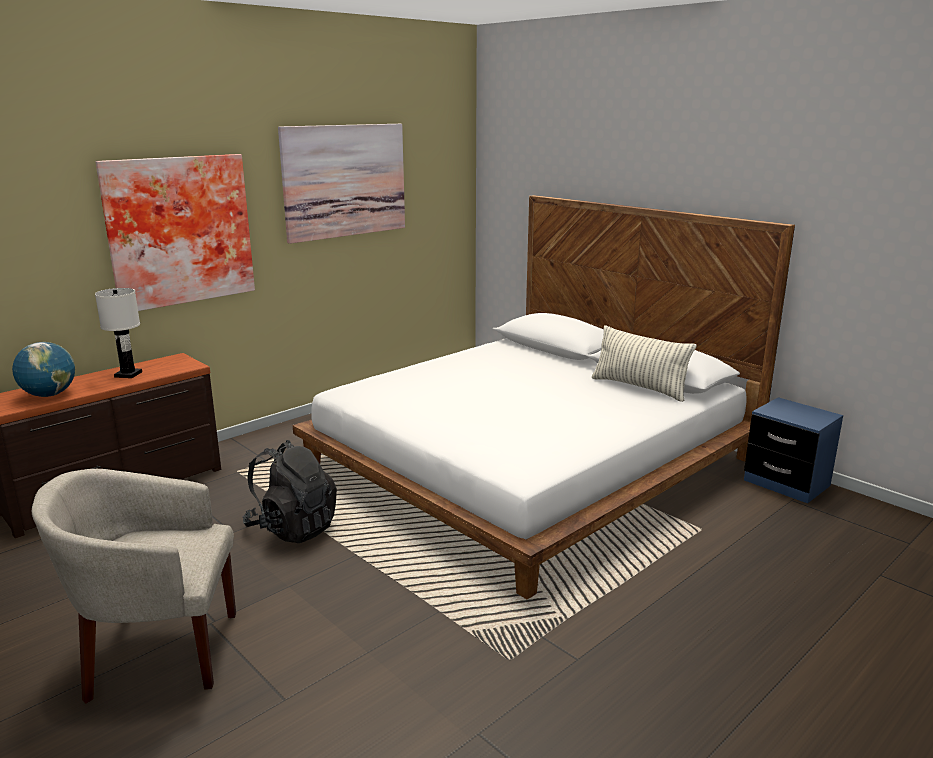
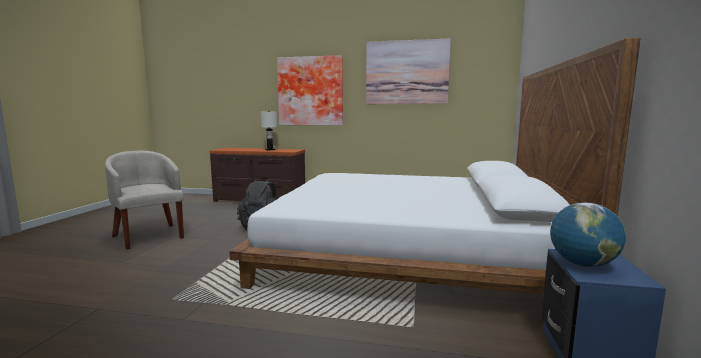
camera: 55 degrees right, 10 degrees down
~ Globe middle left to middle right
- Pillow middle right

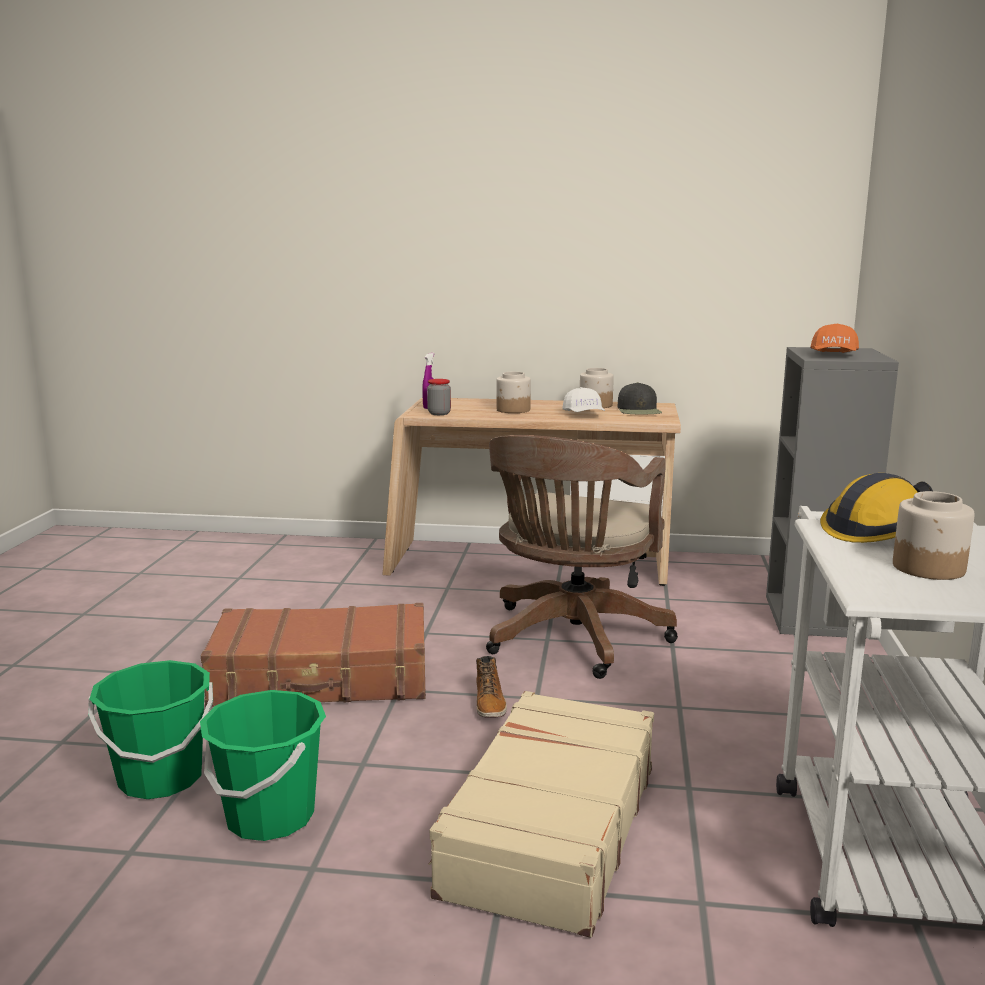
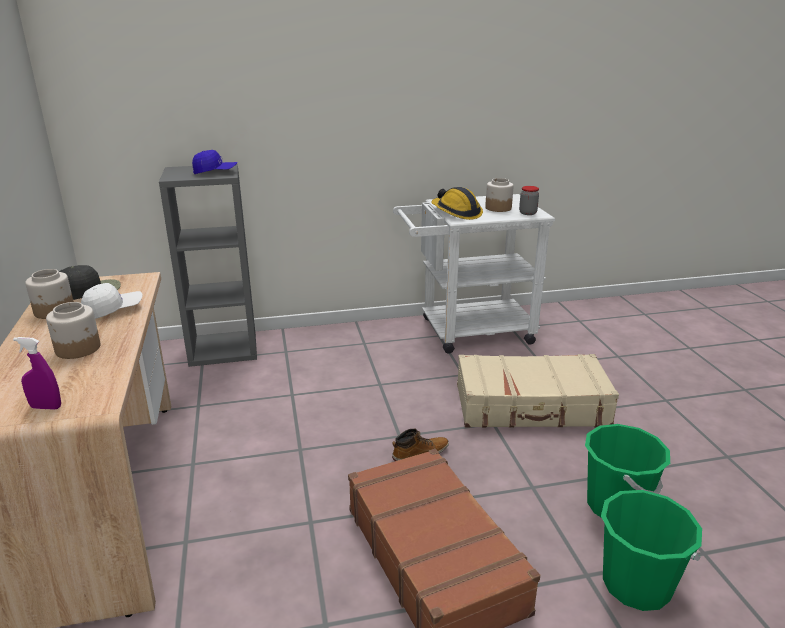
camera: 110 degrees left, 10 degrees up
~ OrangeCap middle right to BlueCap top left
~ Jar (no. 1 from left in the first image) centre to Jar (no. 4 from left) top right
- BrownOfficeChair centre

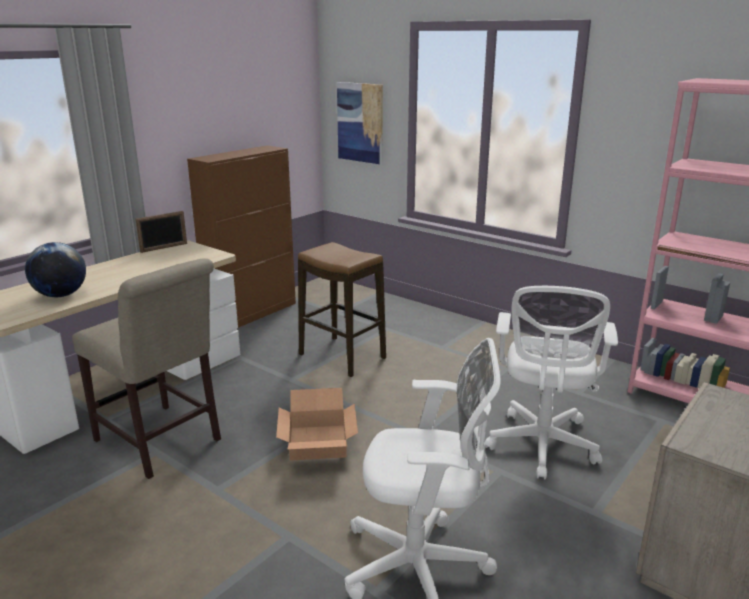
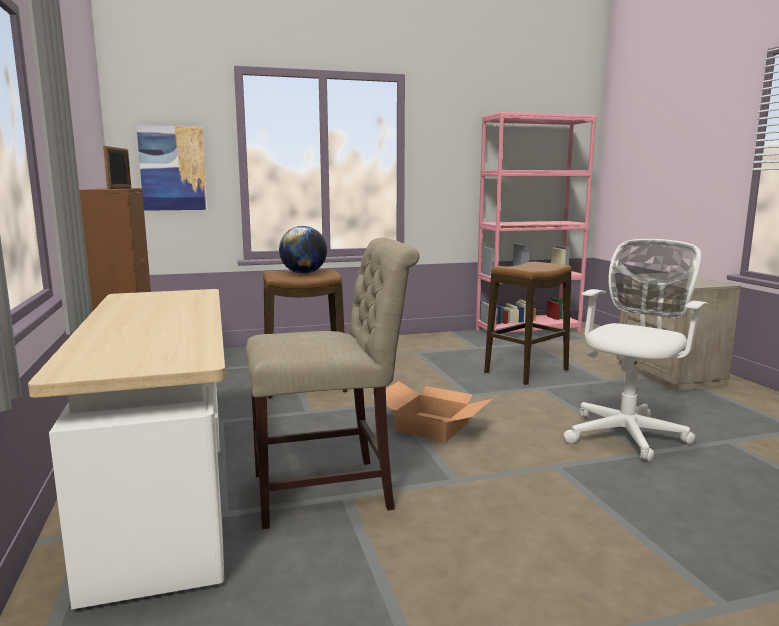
camera: 55 degrees left, 10 degrees down
~ PictureFrame middle left to top left
~ Globe middle left to centre
~ WhiteOfficeChair (no. 2 from left) middle right to Stool (no. 2 from left) middle right

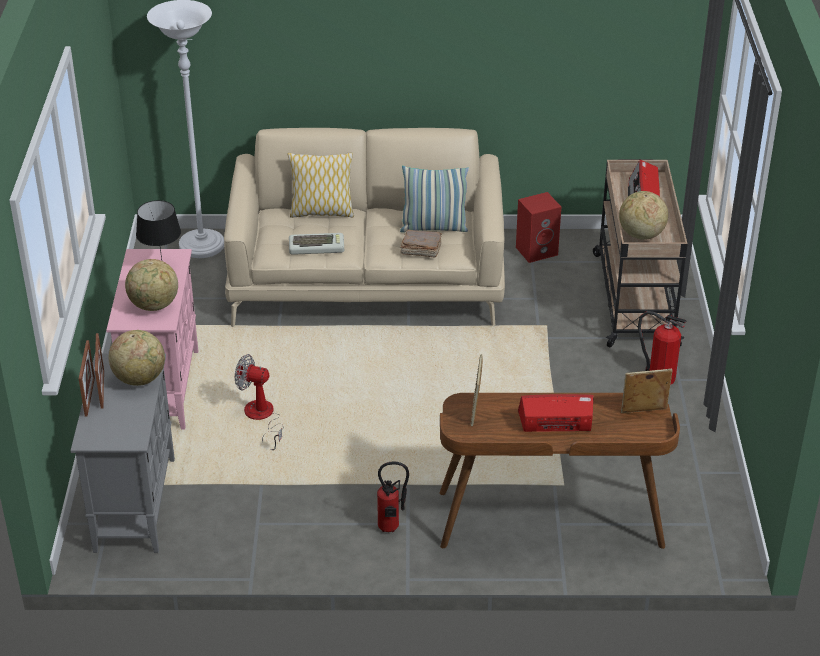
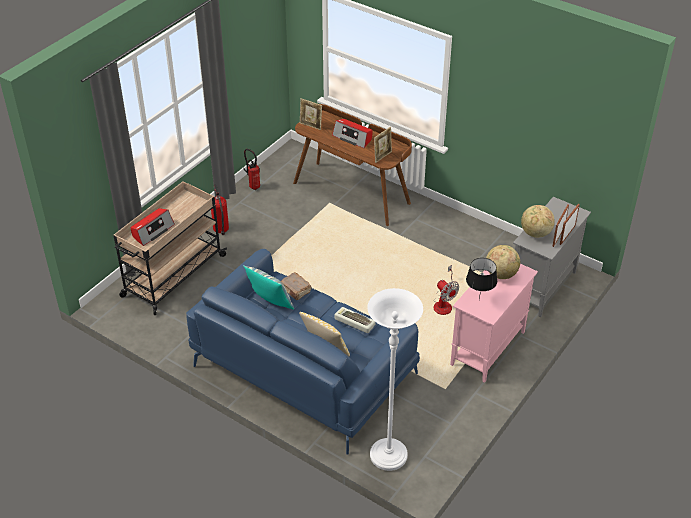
camera: 145 degrees left, 5 degrees up
~ BeigeSofa centre to BlueSofa bottom centre
~ FireExtinguisher (no. 1 from left in the first image) bottom centre to FireExtinguisher (no. 2 from left) top centre
- RedSpeaker centre
- Globe (no. 3 from left) top right

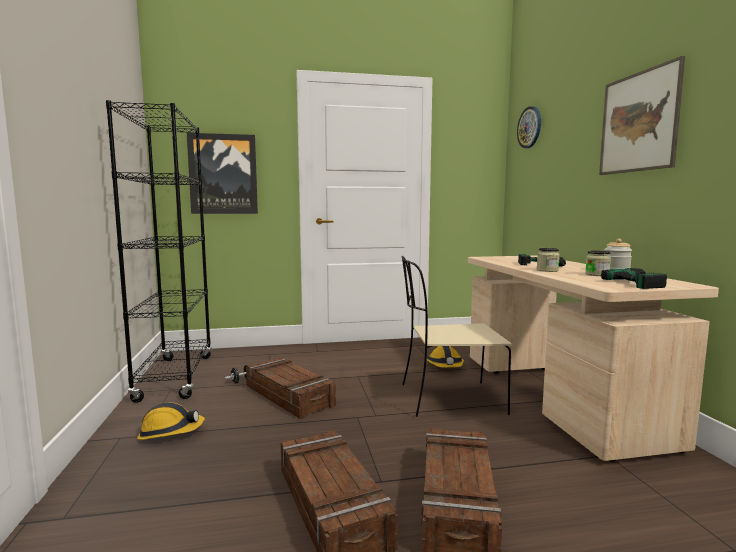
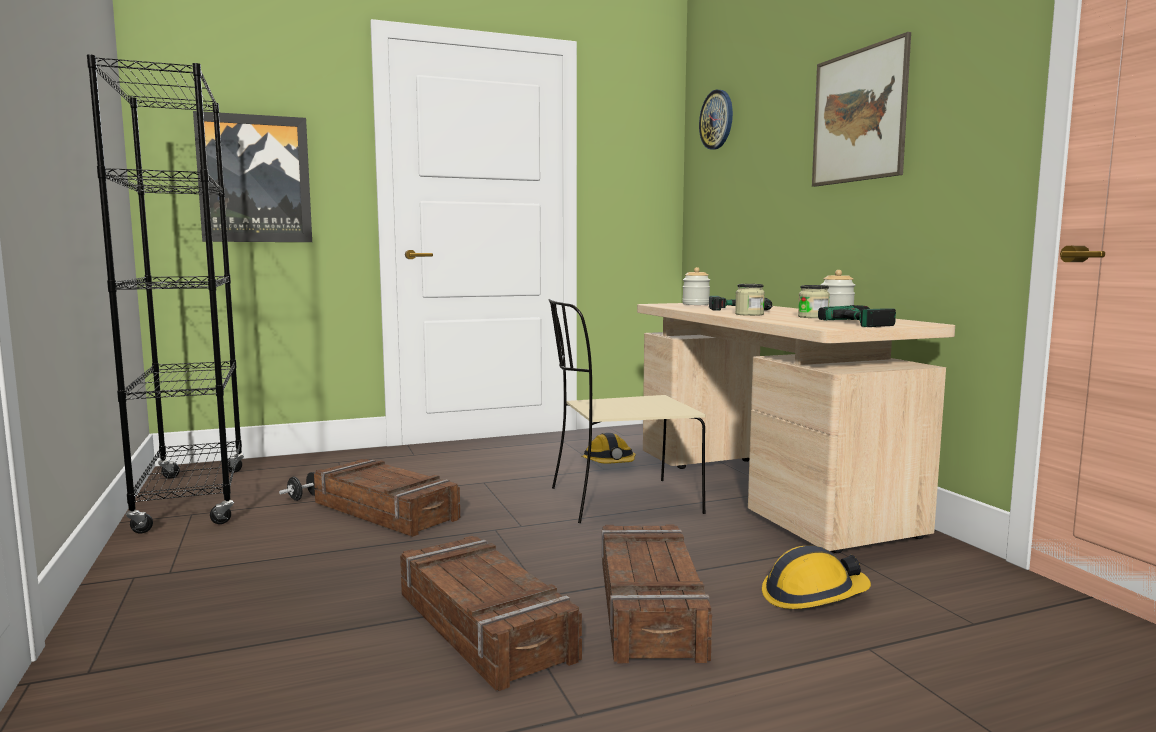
camera: 10 degrees left, 0 degrees up
+ Jar (no. 1 from left) centre
~ HardHat (no. 1 from left in the first image) bottom left to HardHat (no. 2 from left) bottom right

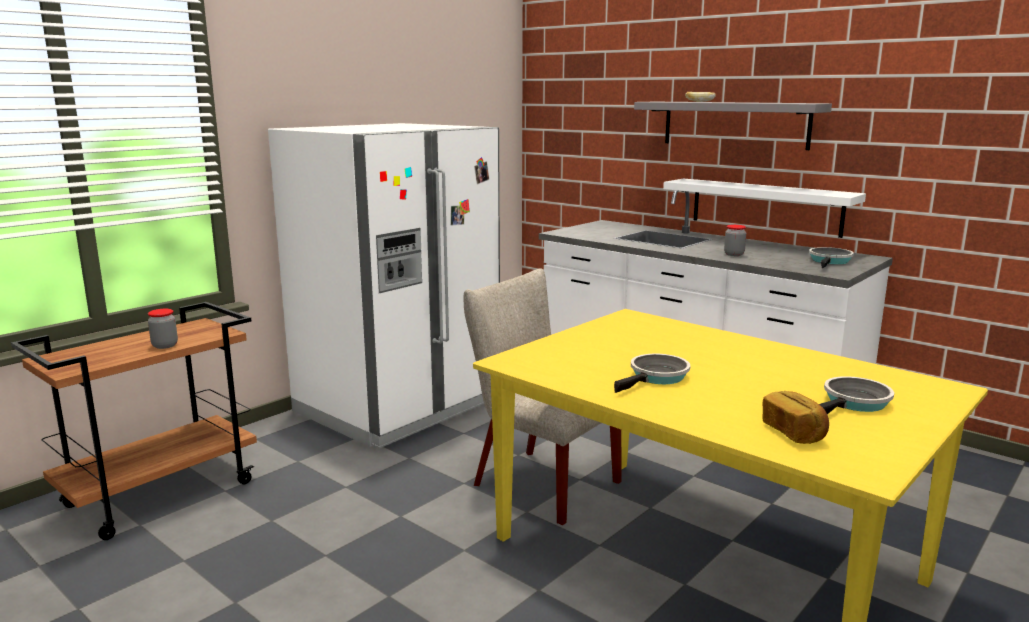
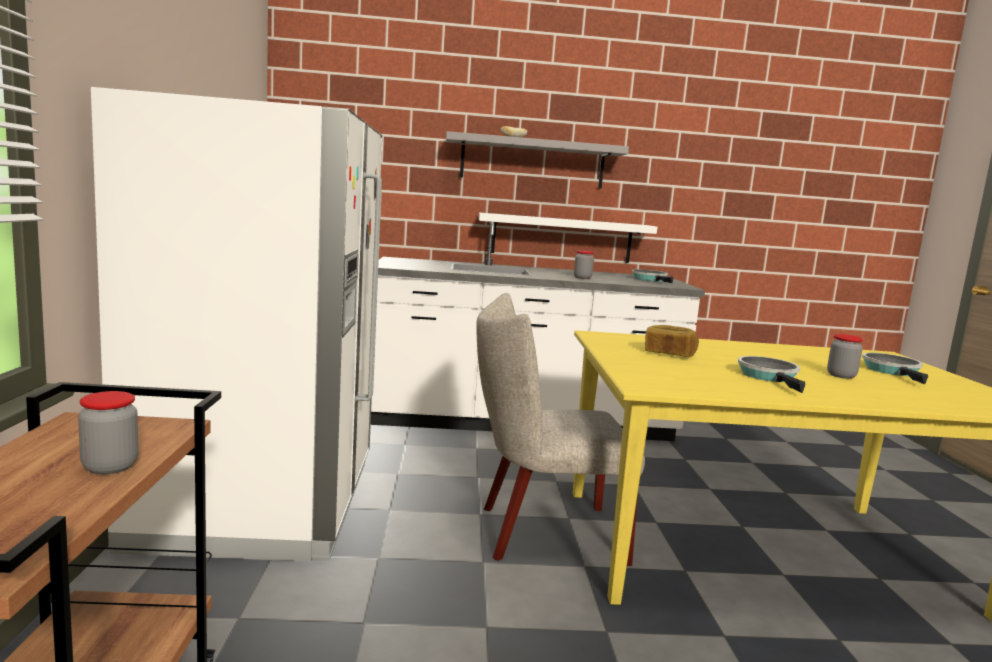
camera: 45 degrees left, 5 degrees down
~ Bread (no. 2 from left) bottom right to middle right
+ Jar (no. 3 from left) middle right

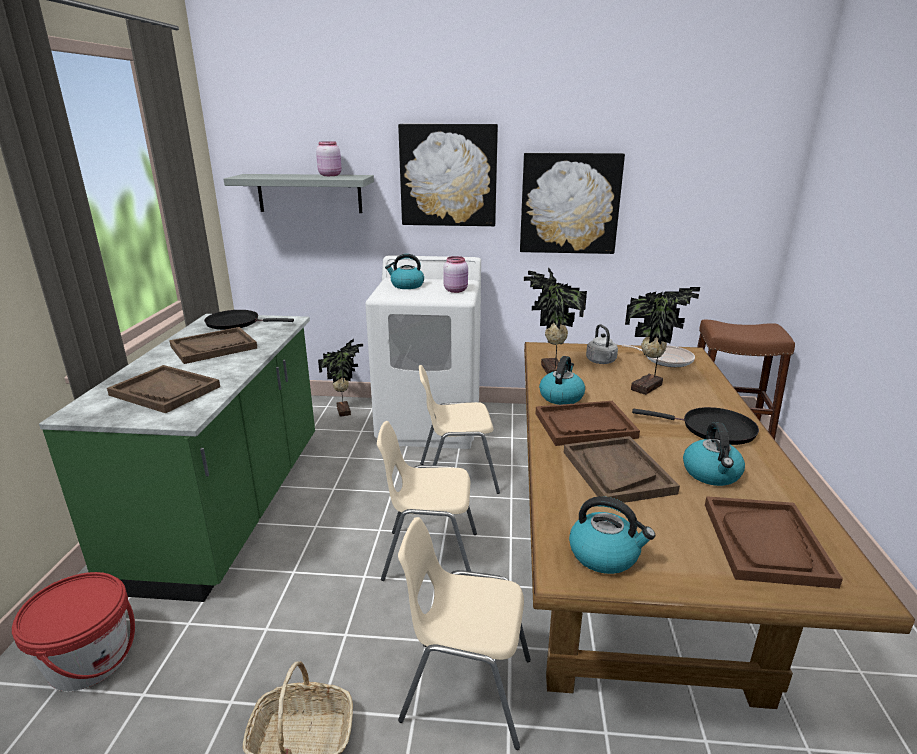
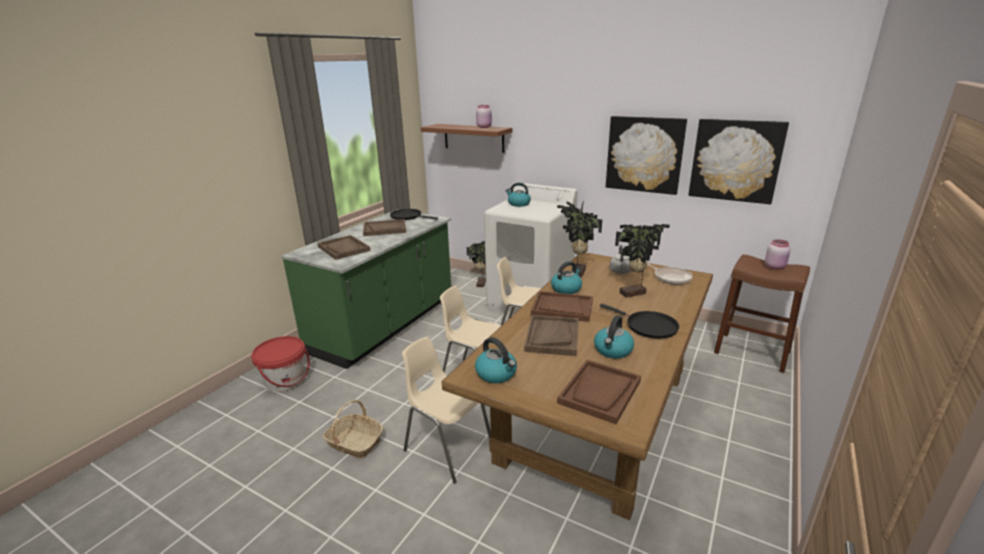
camera: 25 degrees right, 0 degrees up
~ GreyShelf top left to BrownShelf top centre
~ Picture (no. 1 from left in the first image) top centre to Picture (no. 2 from left) top right
~ PinkJar (no. 2 from left) centre to middle right

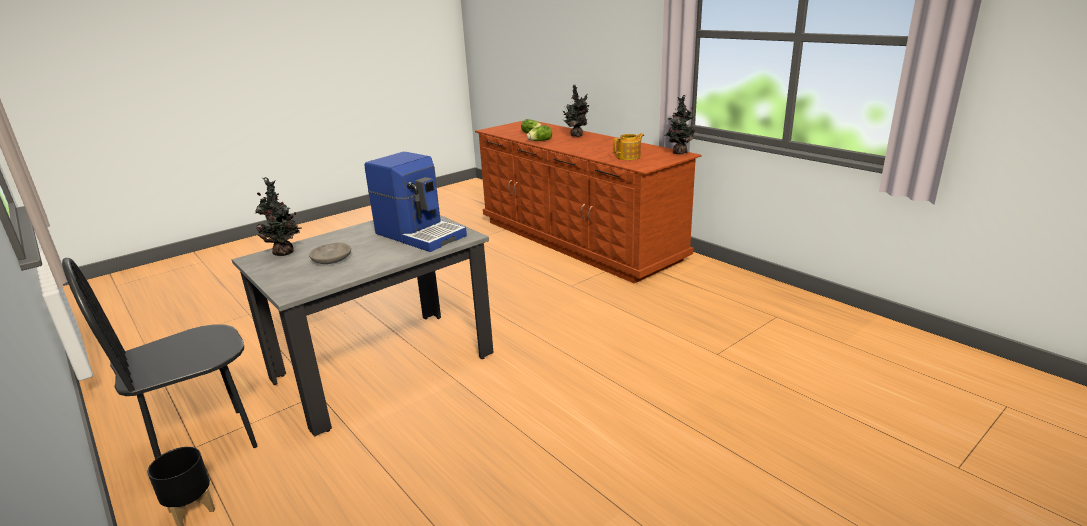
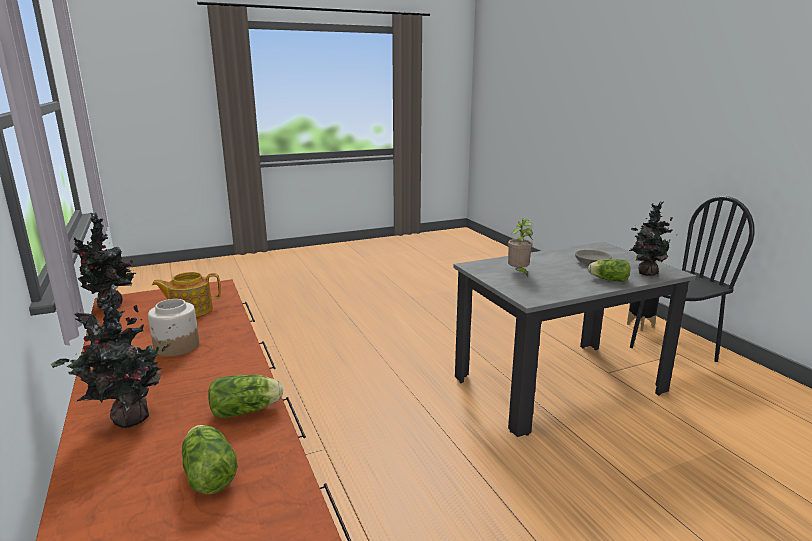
camera: 165 degrees left, 5 degrees down
+ Jar middle left
~ CoffeeMachine centre to PottedPlant (no. 3 from left) centre
+ Lettuce (no. 3 from left) middle right

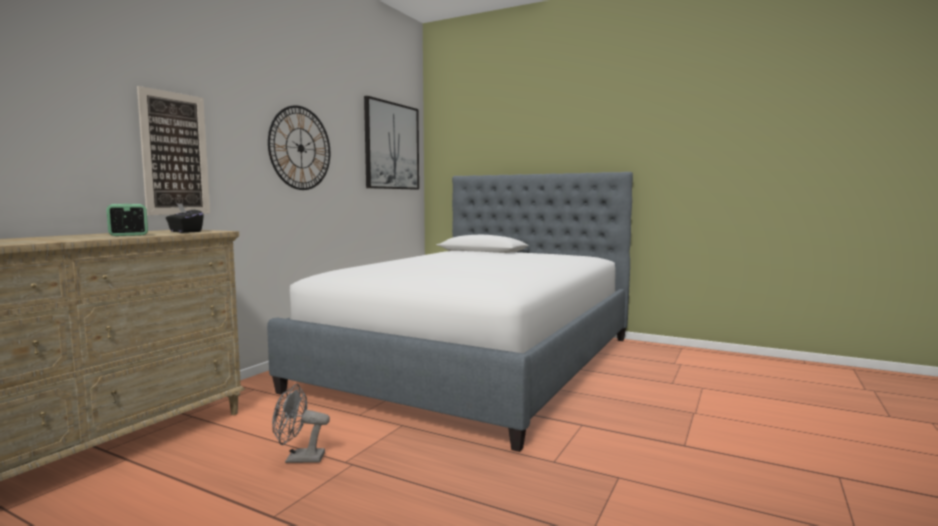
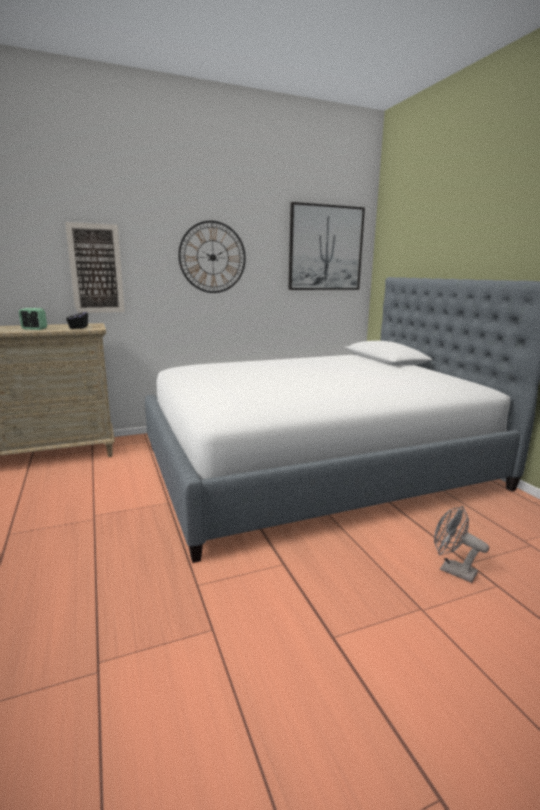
camera: 40 degrees right, 10 degrees up
~ GreyFan bottom left to bottom right

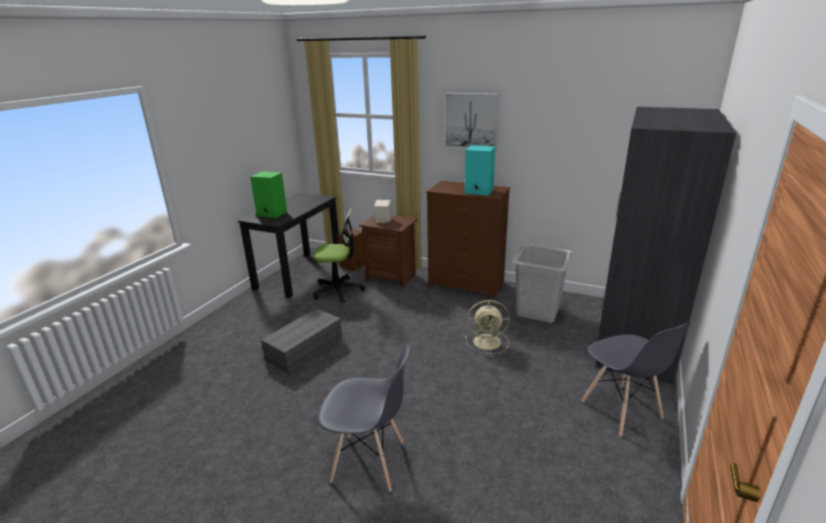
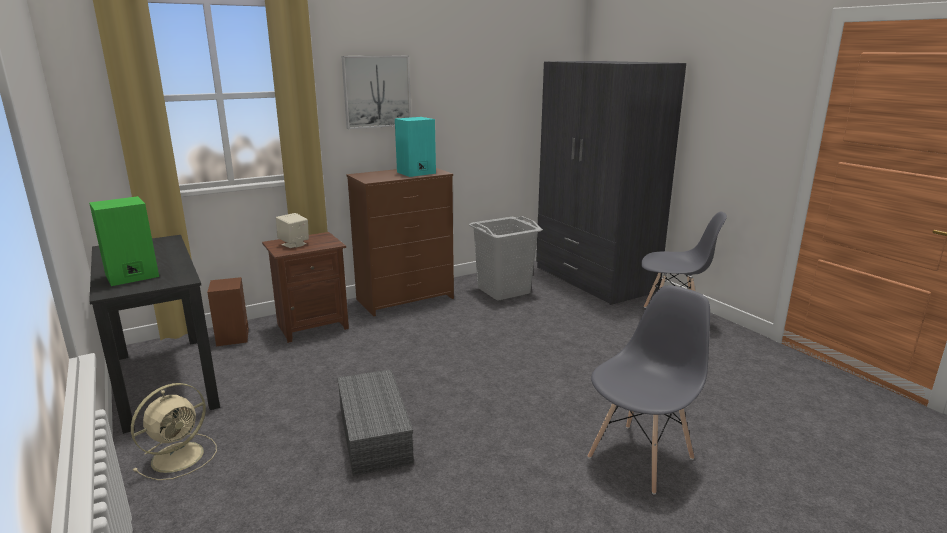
camera: 55 degrees left, 5 degrees down
~ BeigeFan centre to bottom left
- OfficeChair centre

